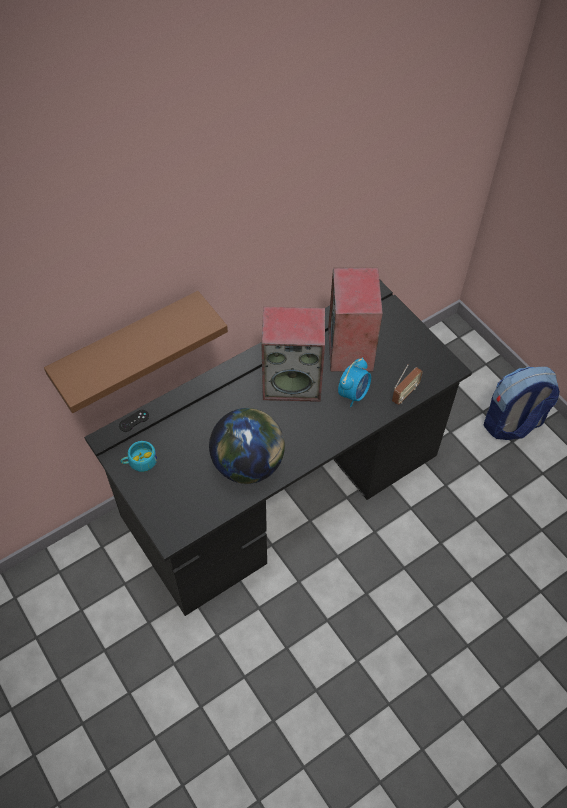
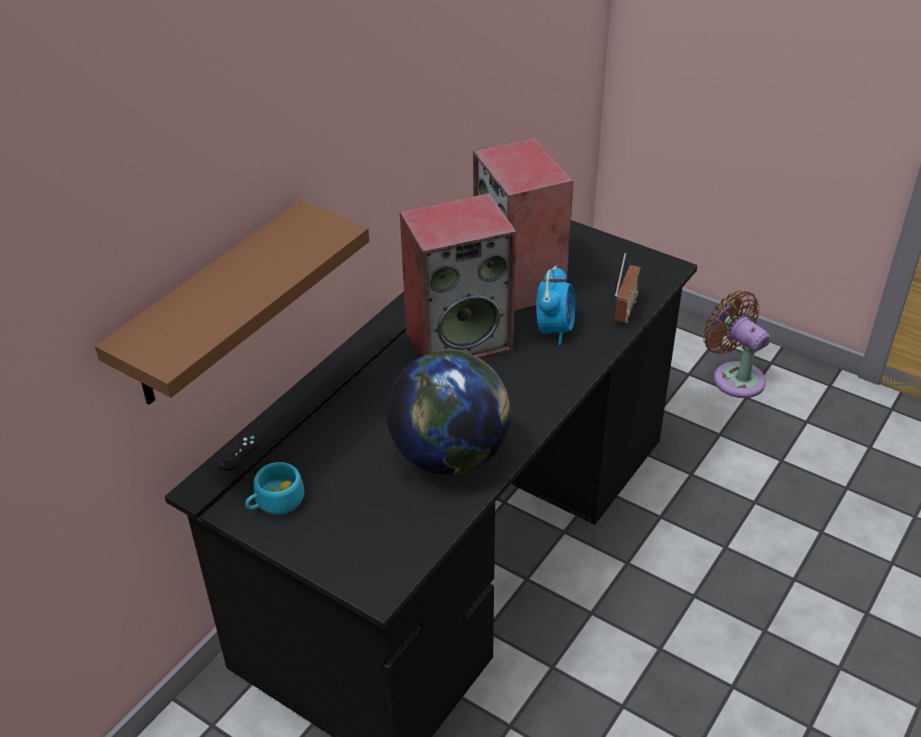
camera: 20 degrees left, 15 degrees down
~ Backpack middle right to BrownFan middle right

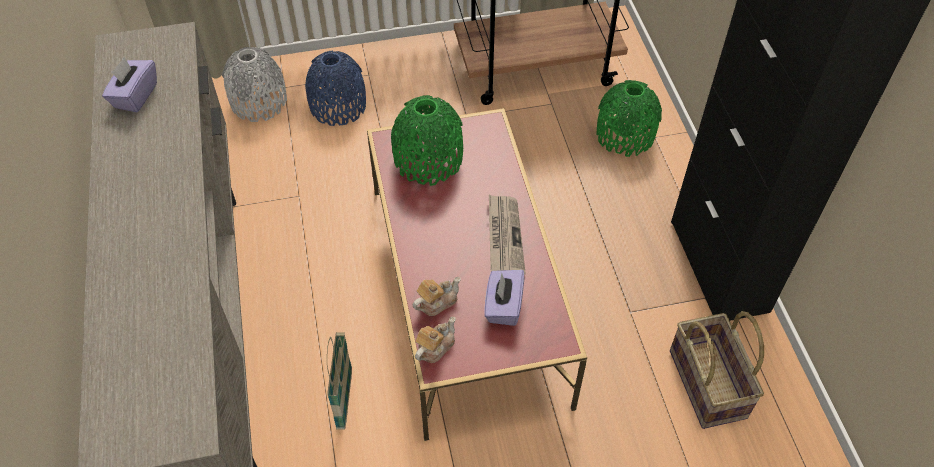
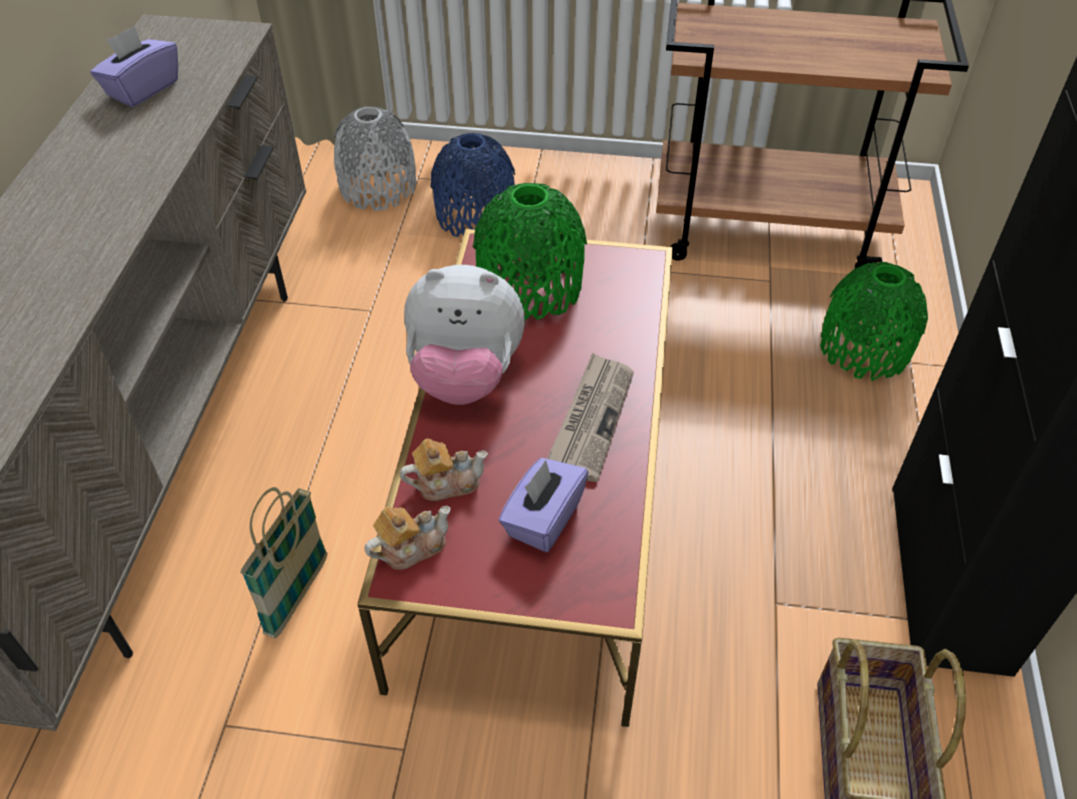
camera: 20 degrees right, 5 degrees down
+ PlushToy centre

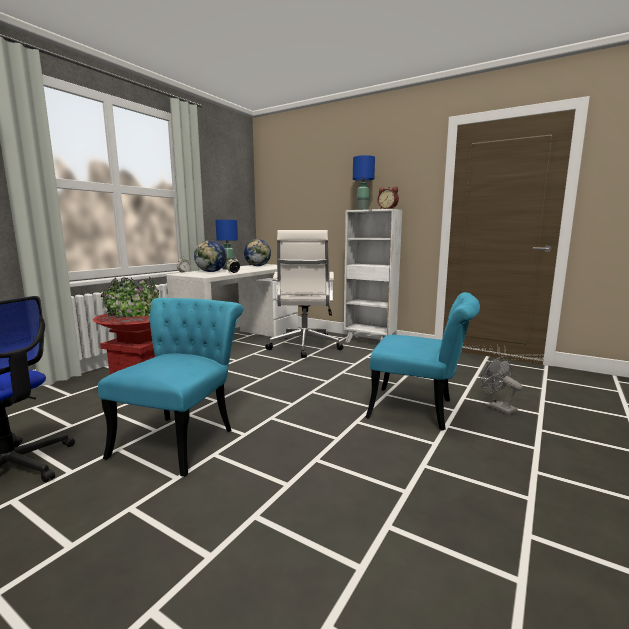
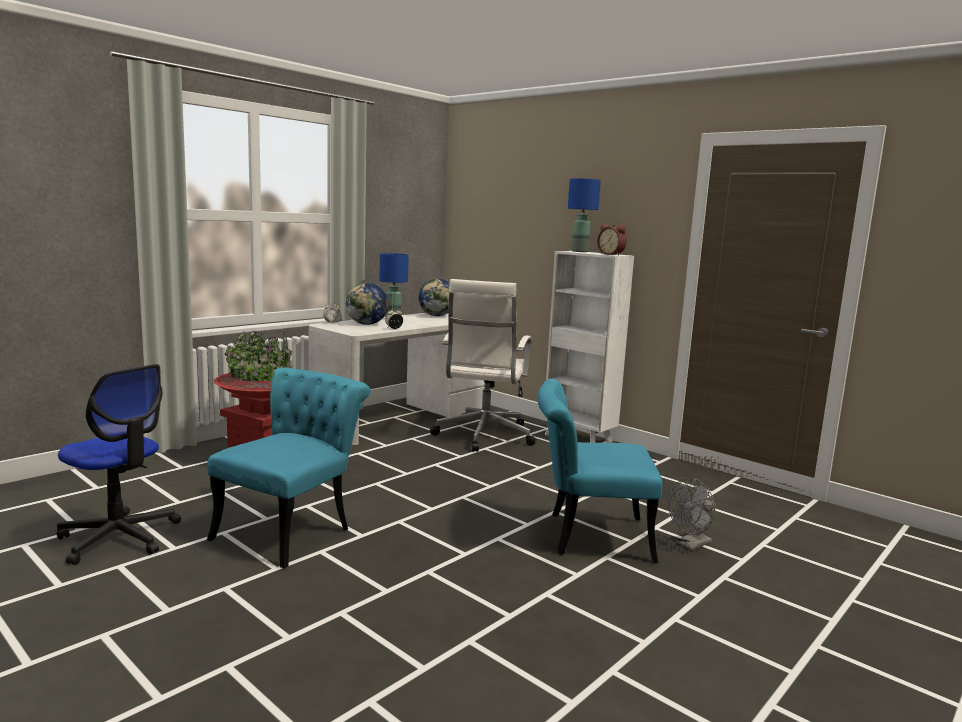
camera: 10 degrees right, 0 degrees up
~ TurquoiseChair (no. 2 from left) middle right = centre 150 degrees clockwise
~ GreyFan middle right = bottom right 105 degrees counterclockwise

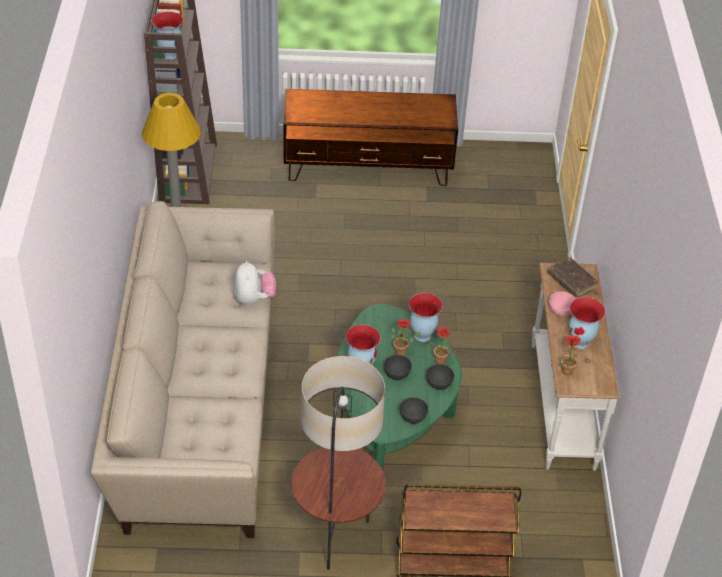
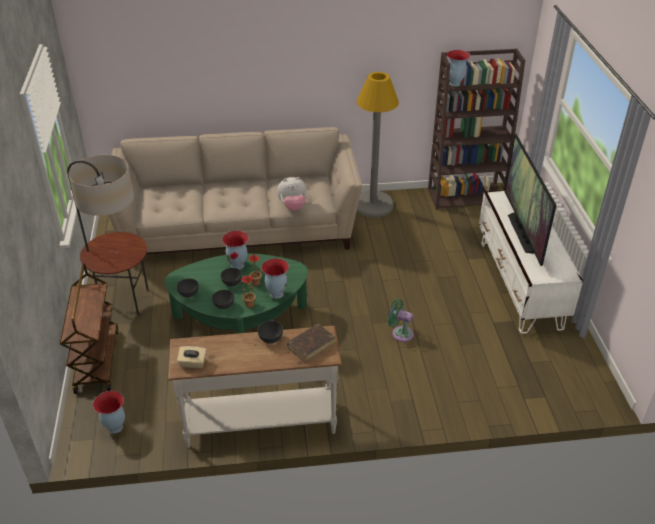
camera: 85 degrees right, 5 degrees down
~ Vase (no. 4 from left in the first image) middle right to Vase (no. 1 from left) bottom left
+ BeigeTissueBox bottom left
~ PinkBowl middle right to GreyBowl (no. 4 from left) centre
+ GreenFan centre
~ BrownTvStand top centre to WhiteTvStand middle right
+ Television middle right
- PottedPlant (no. 3 from left) middle right

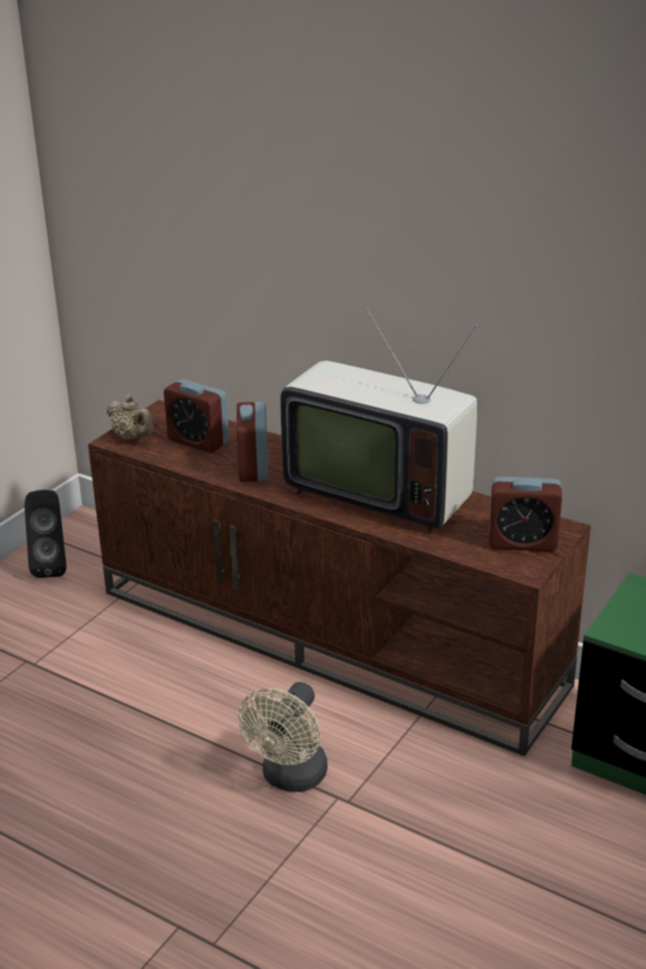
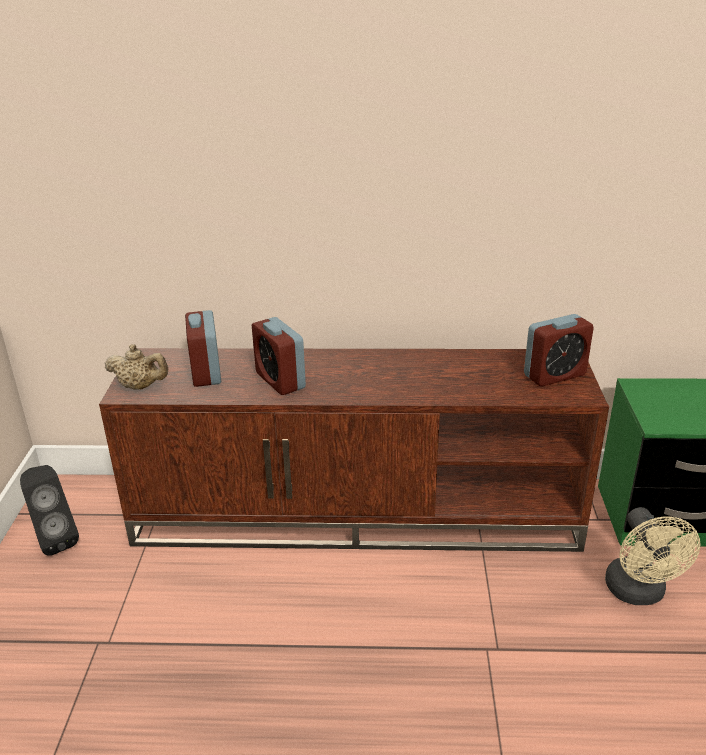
camera: 30 degrees left, 0 degrees up
~ AlarmClock (no. 1 from left) middle left = middle left 75 degrees clockwise
~ BeigeFan bottom centre to bottom right
- Television centre

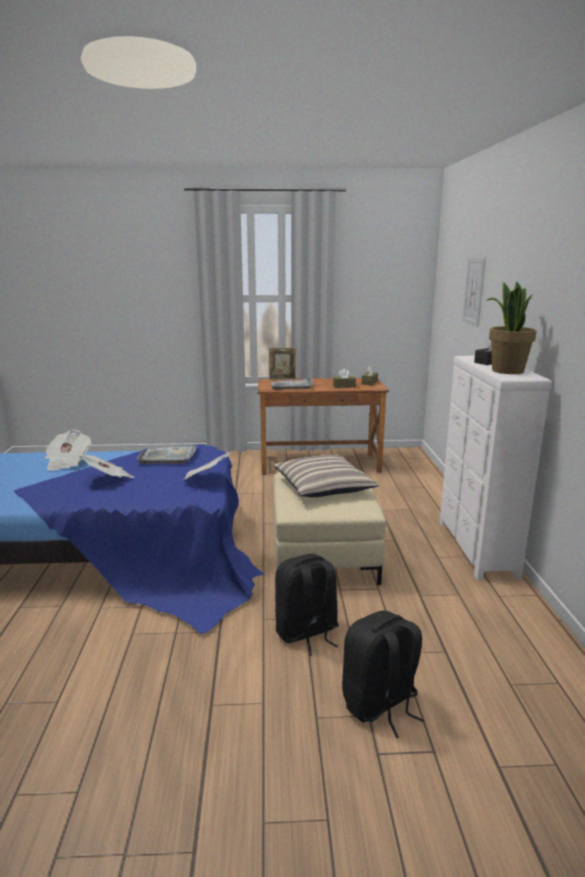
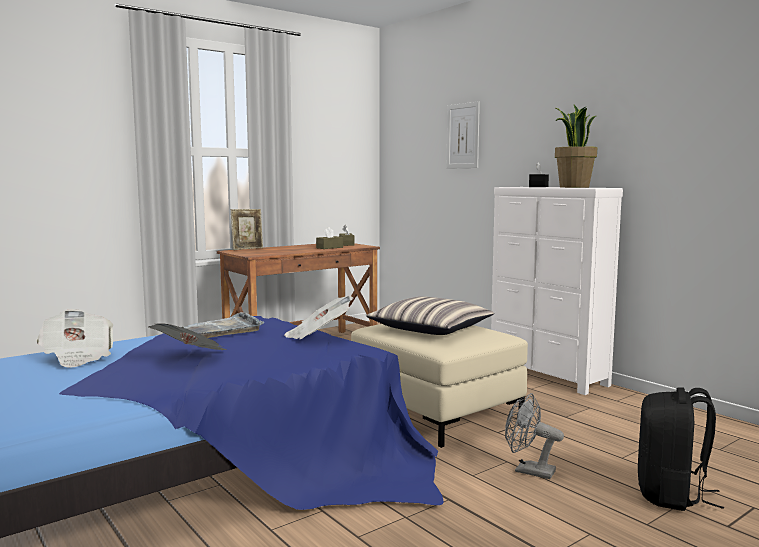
camera: 35 degrees left, 10 degrees down
~ BlackBackpack (no. 1 from left) bottom centre to GreyFan bottom right
- GreyTray (no. 2 from left) centre

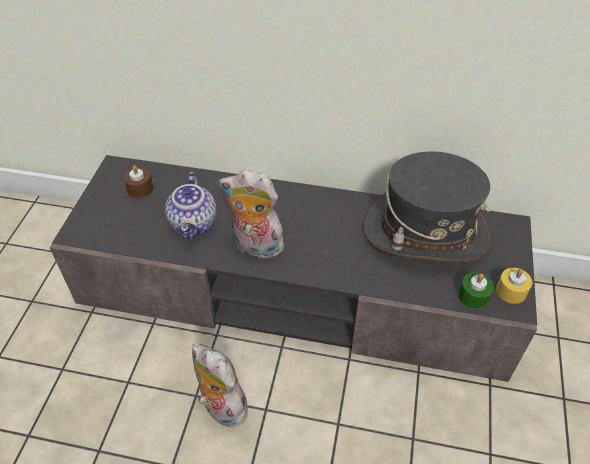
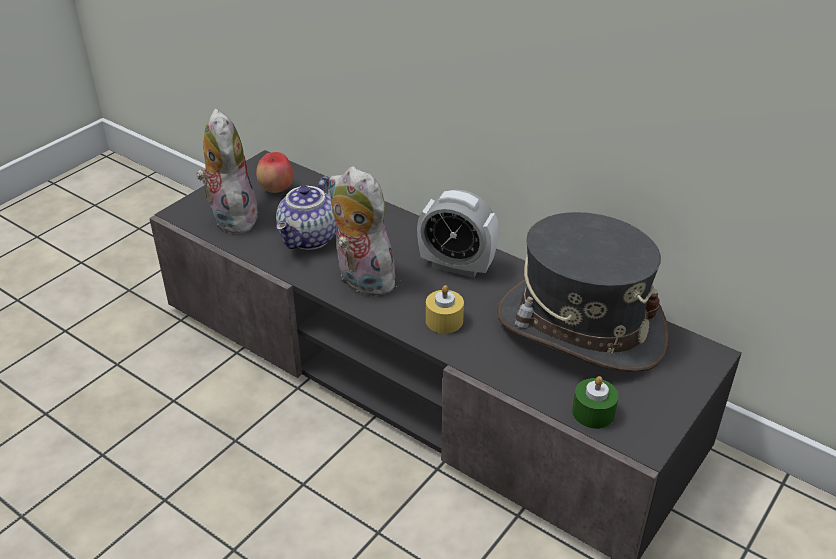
camera: 25 degrees right, 10 degrees down
~ PlushToy (no. 1 from left) bottom centre to top left
~ BrownCandle middle left to Apple top left
+ AlarmClock centre
~ YellowCandle middle right to centre

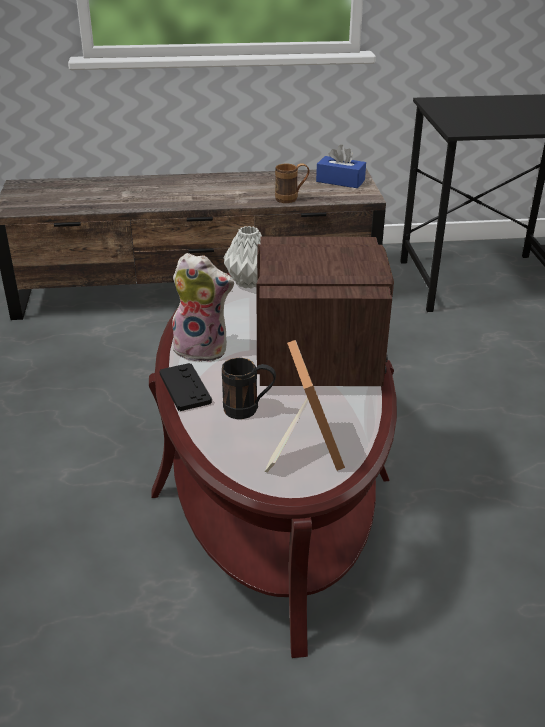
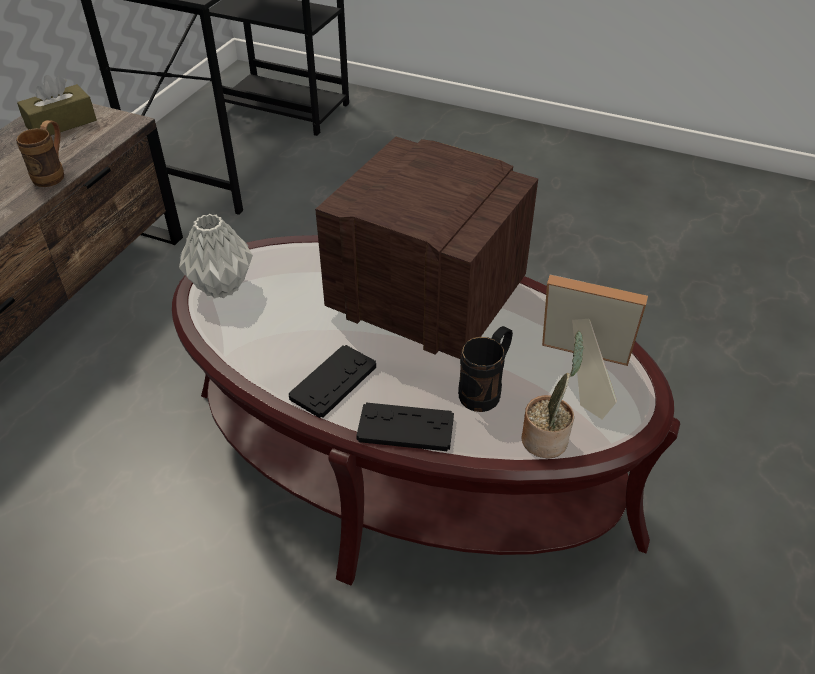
camera: 60 degrees left, 10 degrees up
~ BlueTissueBox top centre to BrownTissueBox top left
~ PlushToy centre to BlackGameController (no. 1 from left) centre
+ PottedPlant middle right

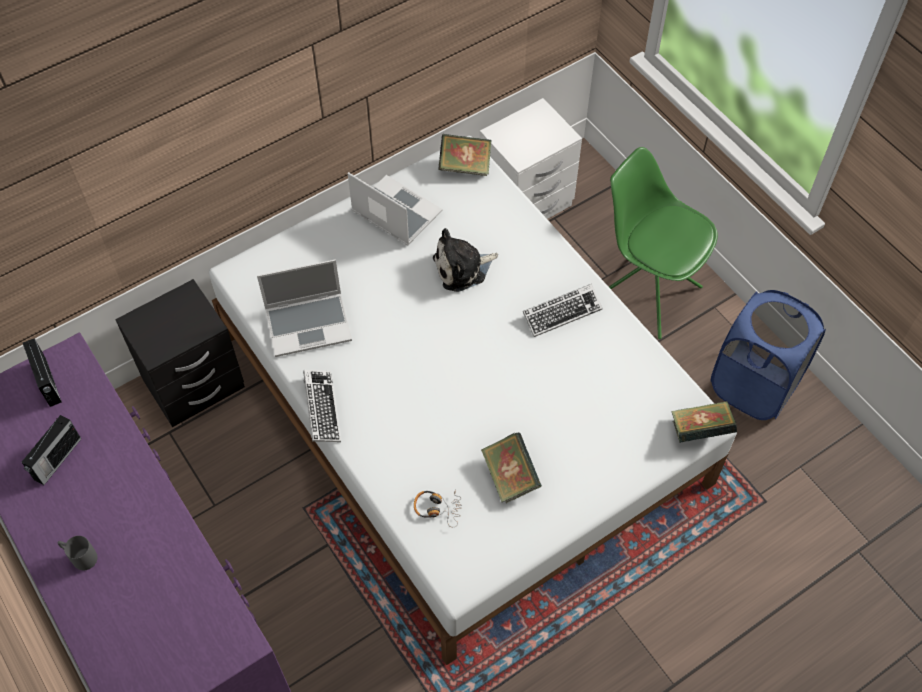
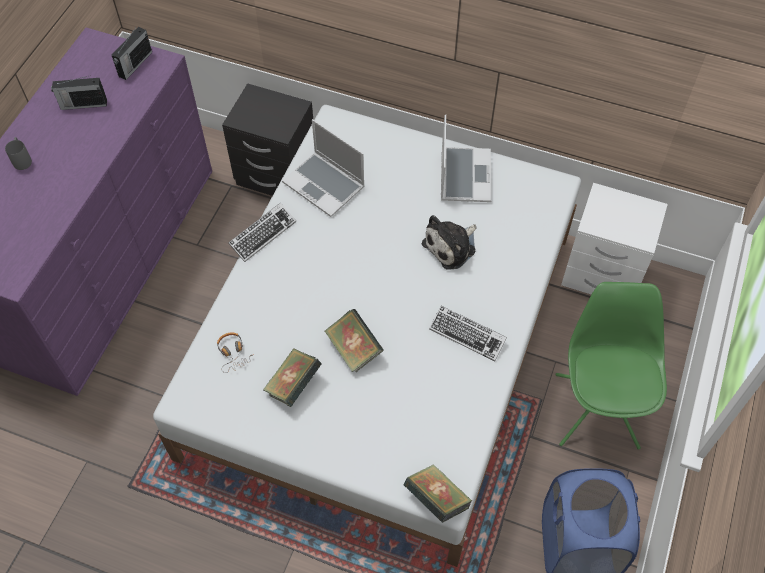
camera: 55 degrees right, 0 degrees up
~ Book (no. 1 from left in the first image) top centre to Book (no. 2 from left) centre
~ PlushToy centre = centre 75 degrees counterclockwise

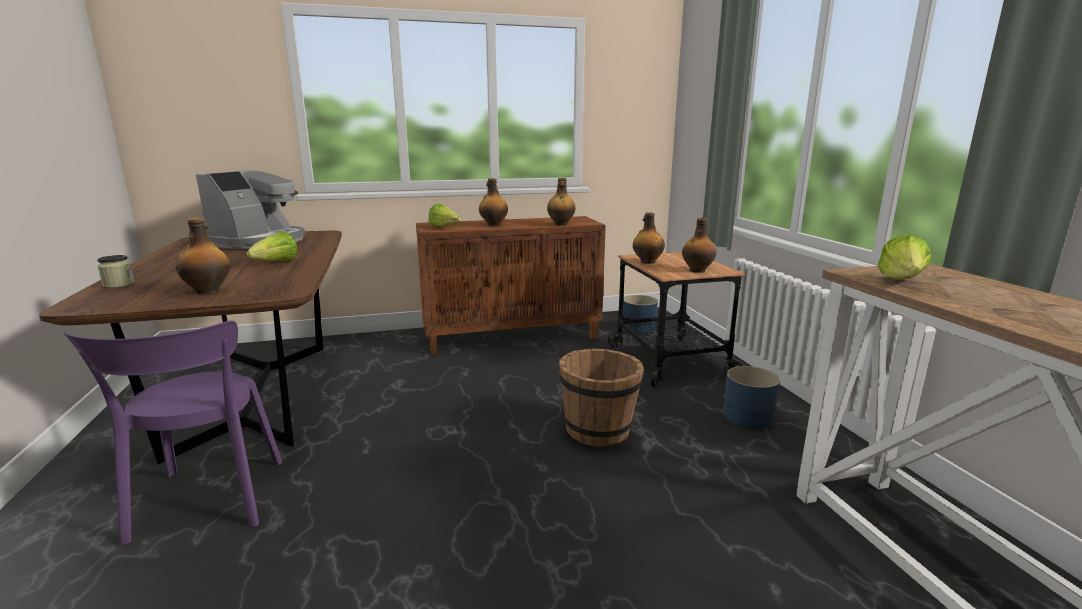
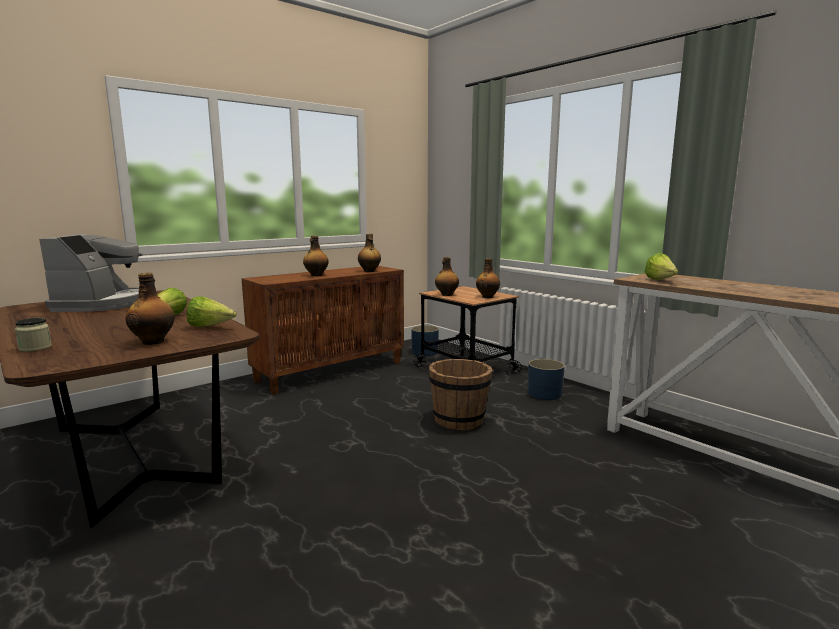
camera: 25 degrees left, 5 degrees down
~ Lettuce (no. 2 from left) centre to middle left
- PurpleChair bottom left

